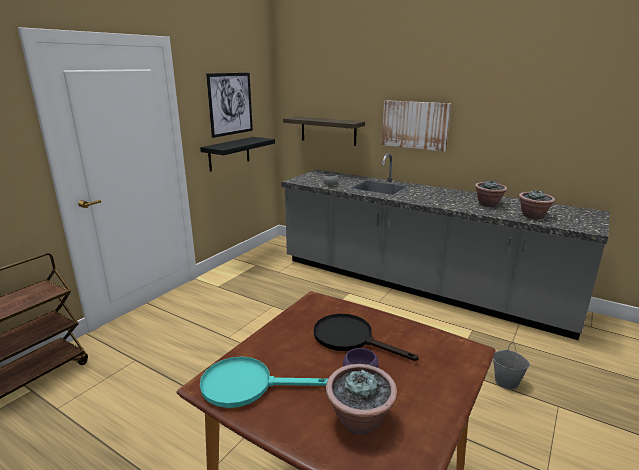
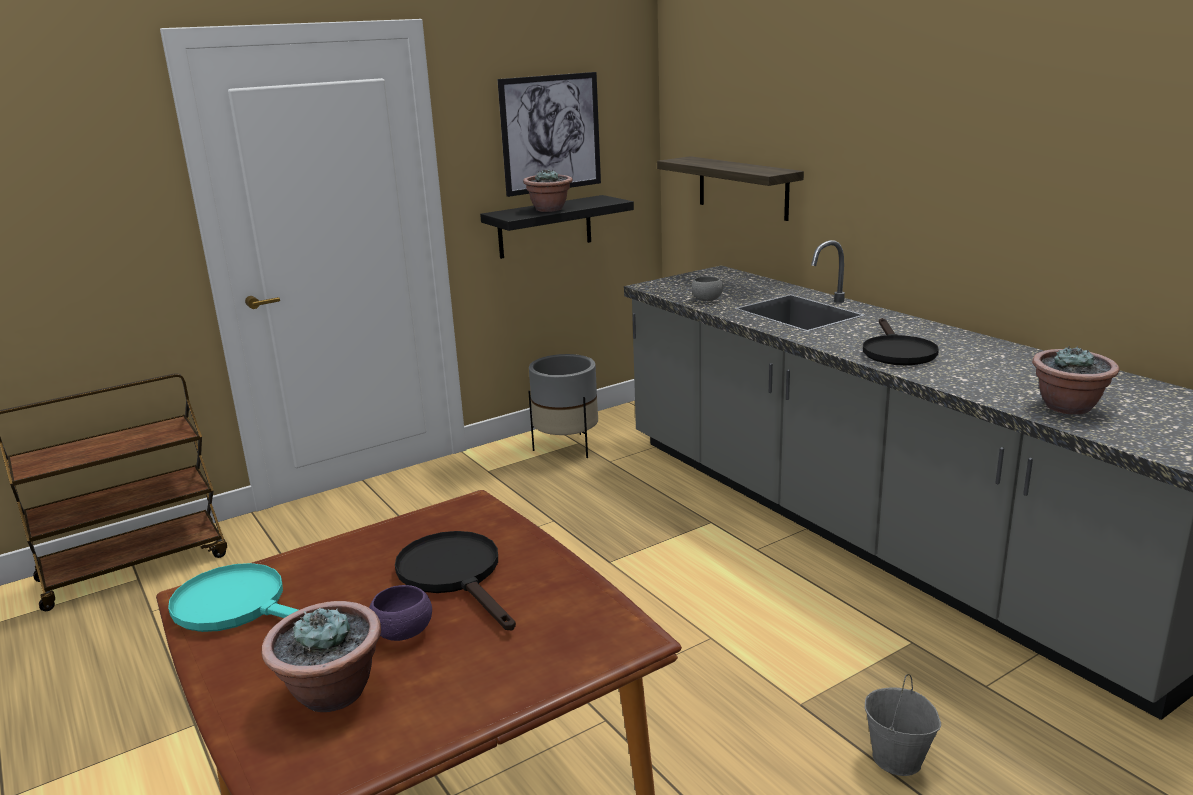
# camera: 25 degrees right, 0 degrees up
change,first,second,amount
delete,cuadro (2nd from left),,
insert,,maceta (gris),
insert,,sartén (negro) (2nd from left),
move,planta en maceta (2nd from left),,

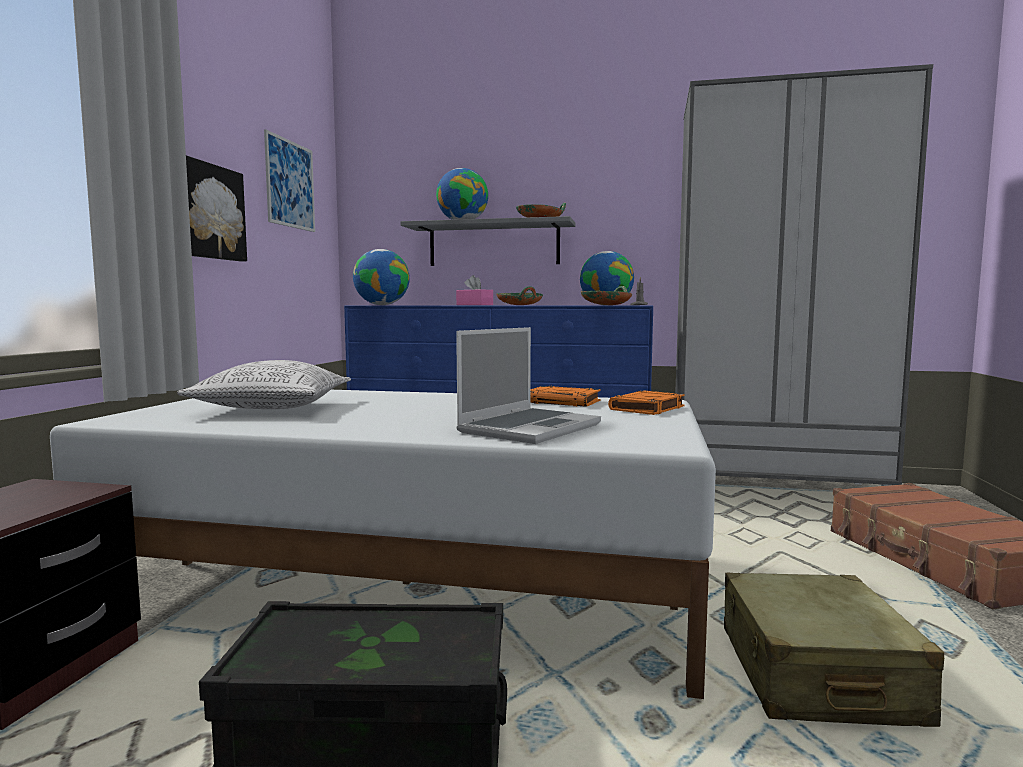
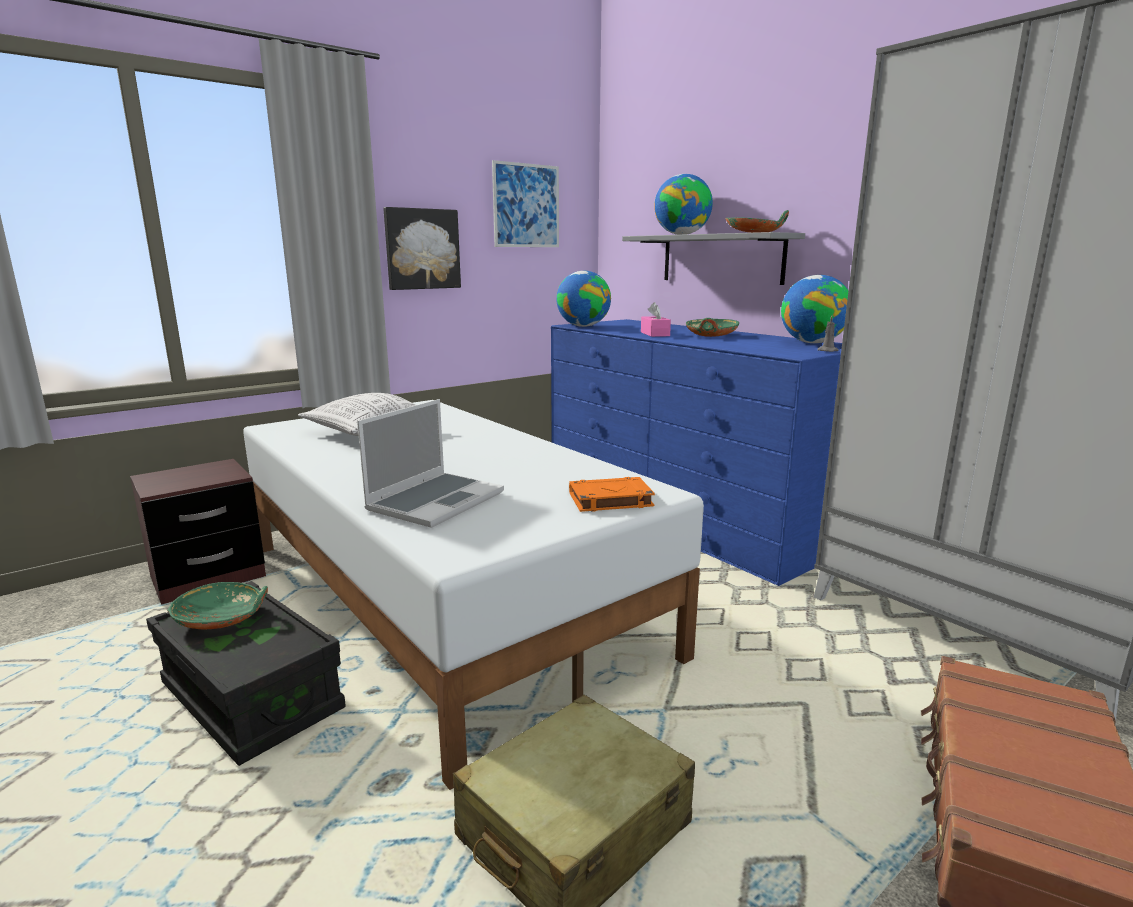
# camera: 40 degrees right, 10 degrees up
change,first,second,amount
delete,libro (naranja) (1st from left),,
move,cuenco (verde) (3rd from left in the first image),cuenco (verde) (1st from left),
rotate,portátil,,45 degrees counterclockwise

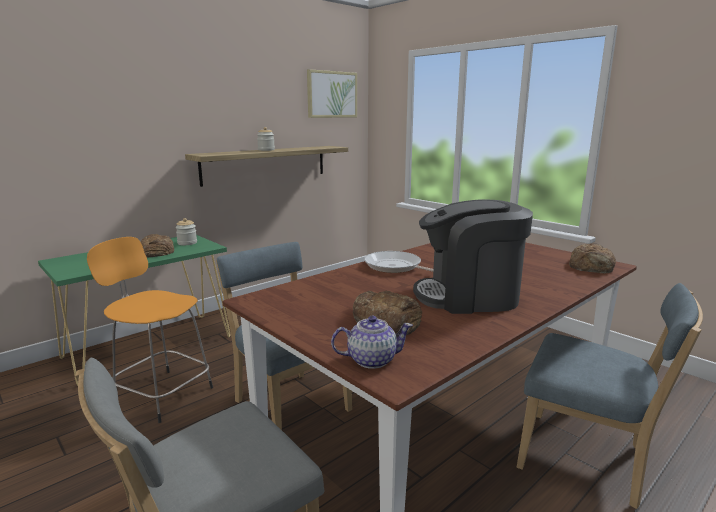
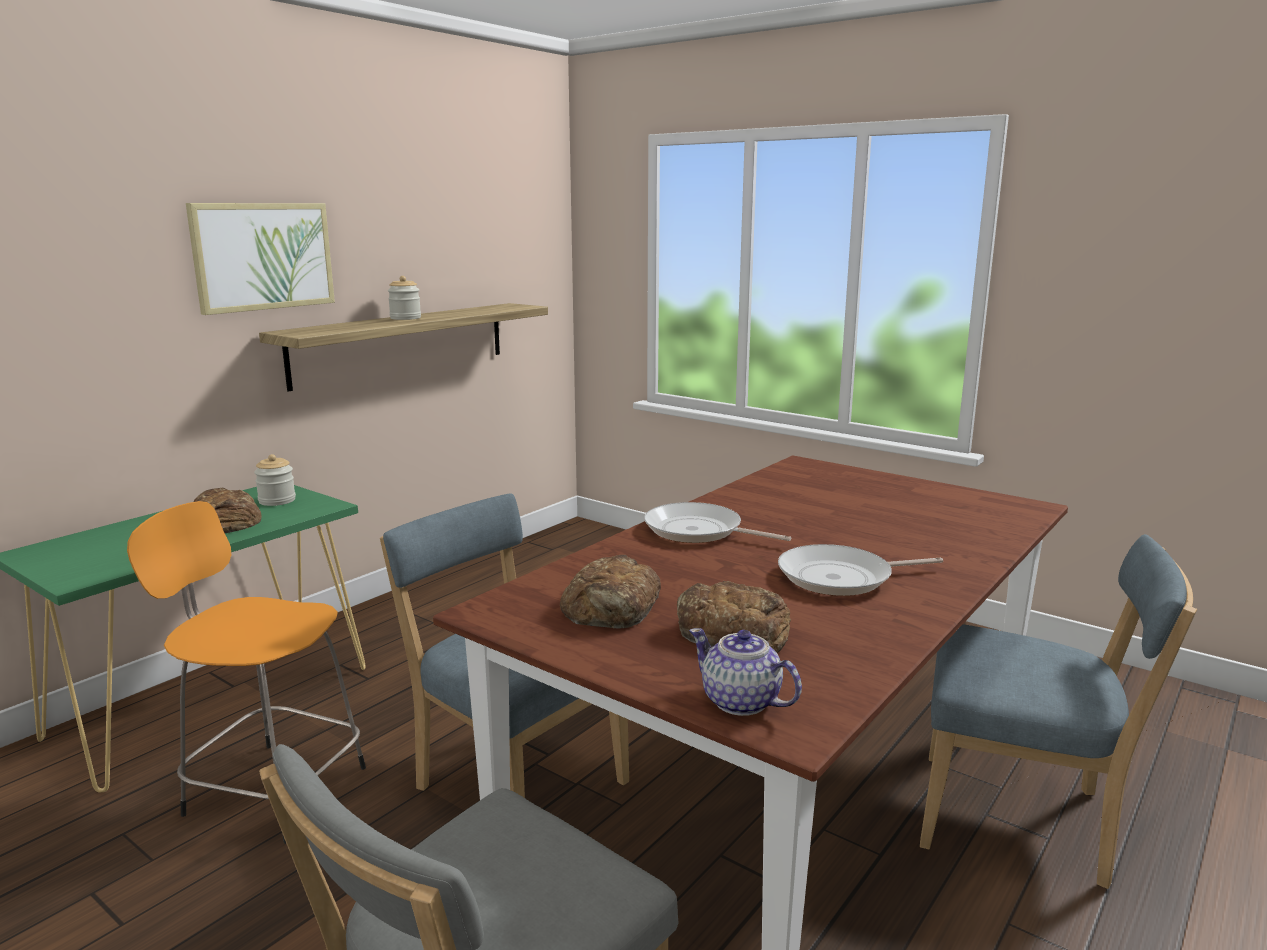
# camera: 10 degrees left, 0 degrees up
change,first,second,amount
move,cuadro,,
move,pan (3rd from left in the first image),pan (2nd from left),
replace,cafetera,sartén (2nd from left),
rotate,tetera,,120 degrees counterclockwise

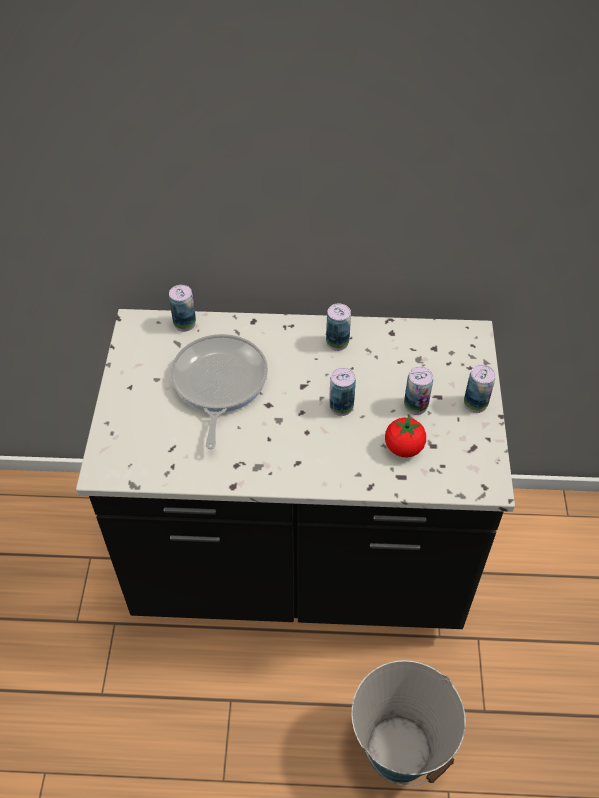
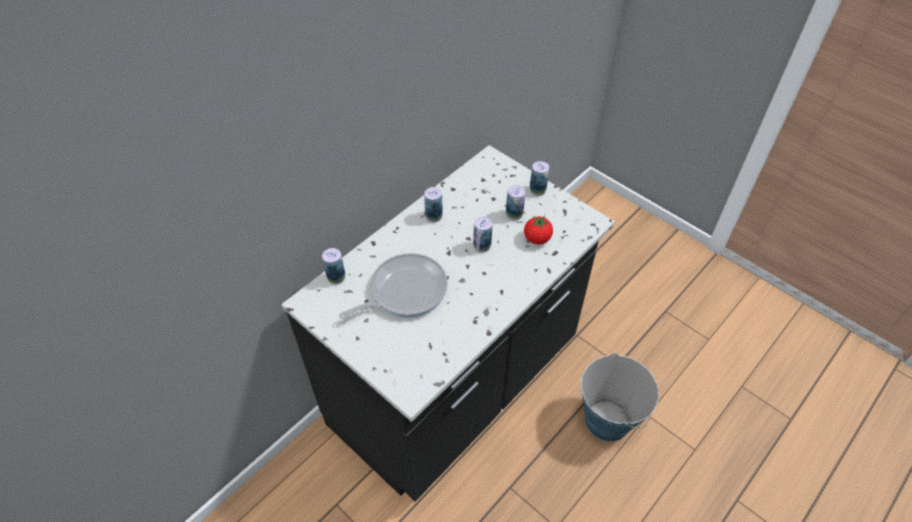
# camera: 50 degrees left, 0 degrees up
change,first,second,amount
rotate,sartén,,105 degrees clockwise

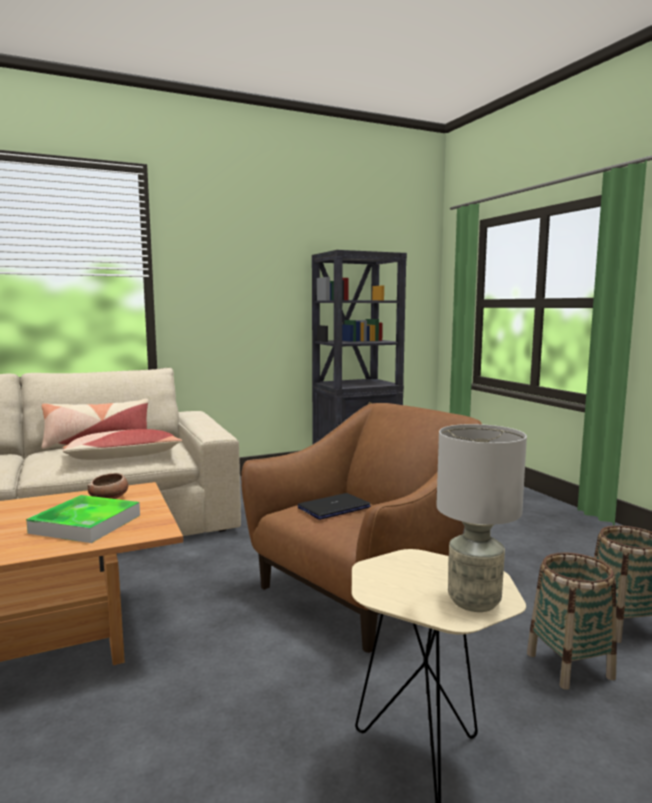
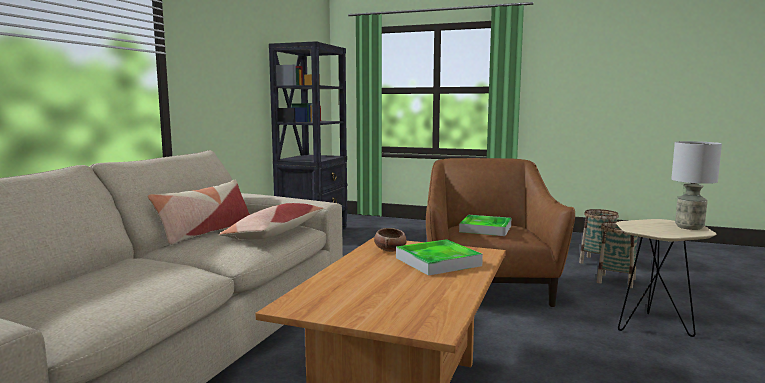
# camera: 45 degrees left, 0 degrees up
change,first,second,amount
replace,portátil,bandeja (2nd from left),

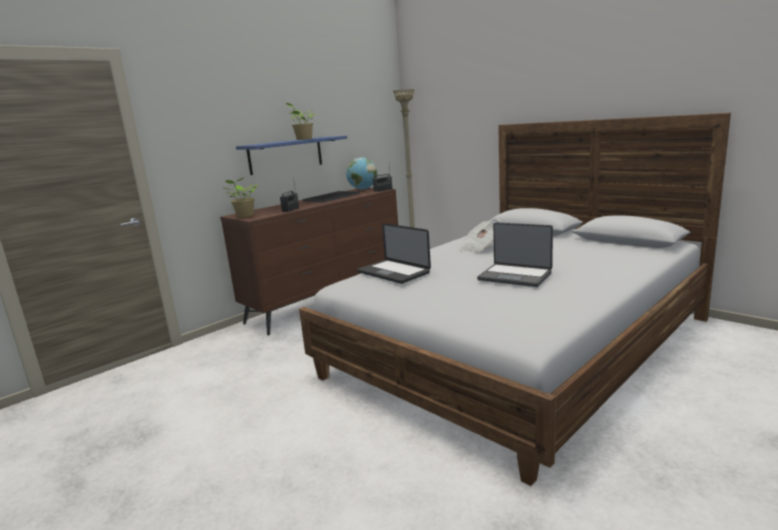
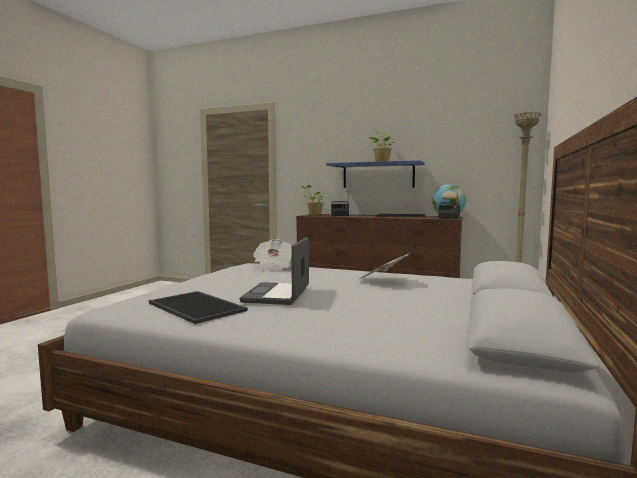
# camera: 65 degrees right, 10 degrees down
change,first,second,amount
insert,,bandeja (1st from left),
replace,portátil (1st from left),periódico (1st from left),

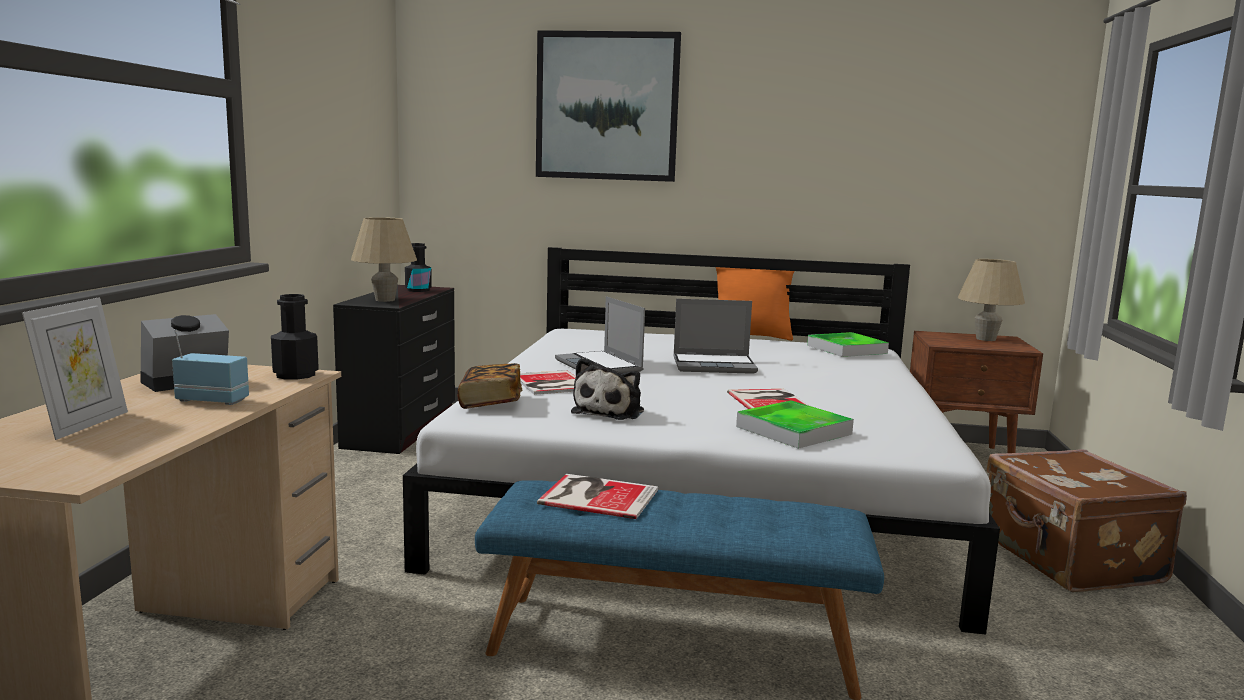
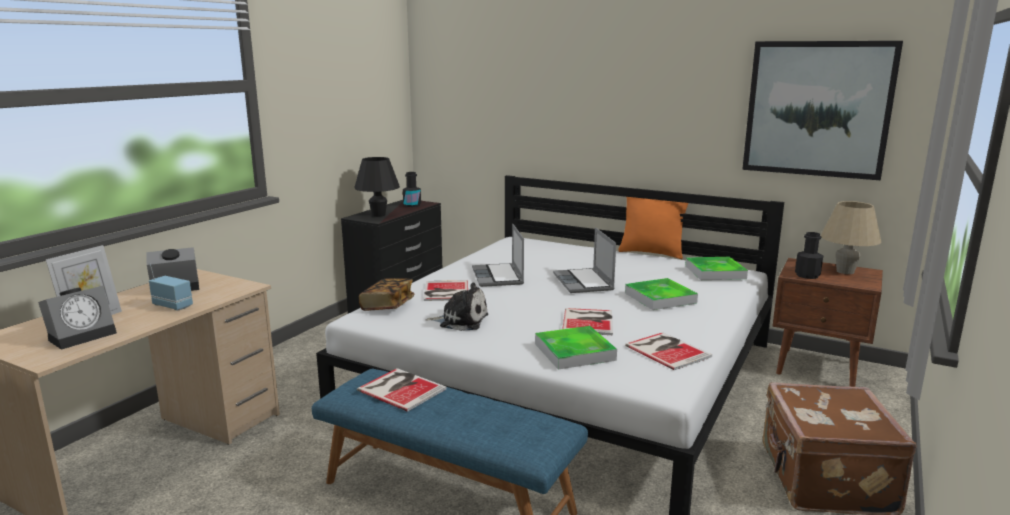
# camera: 20 degrees right, 5 degrees up
change,first,second,amount
insert,,despertador (1st from left),
insert,,bandeja (2nd from left),
insert,,libro (5th from left),
move,botella (negro) (1st from left in the first image),botella (negro) (2nd from left),
move,cuadro,,
recolor,lámpara de mesa (beis) (1st from left),lámpara de mesa (negro),
rotate,peluche,,120 degrees counterclockwise
rotate,portátil (2nd from left),,60 degrees clockwise

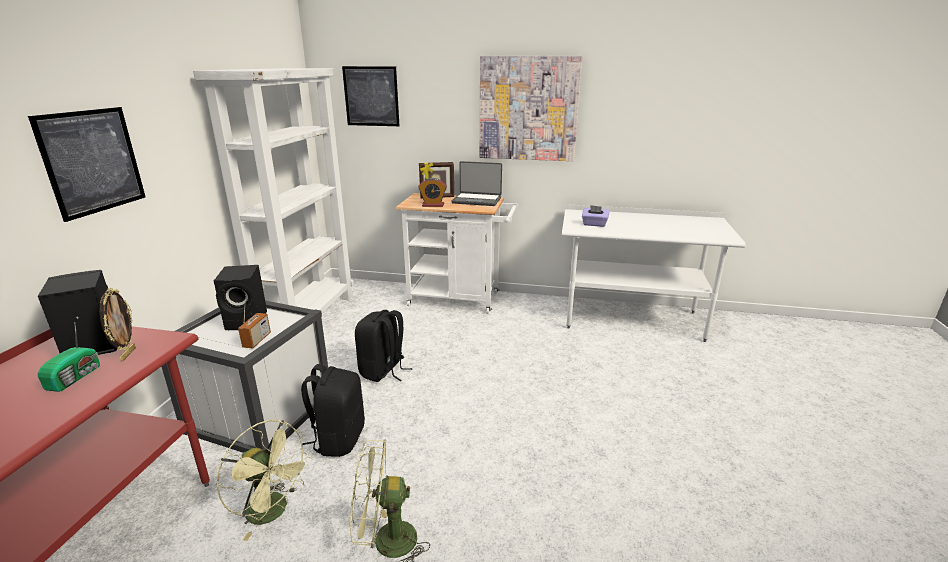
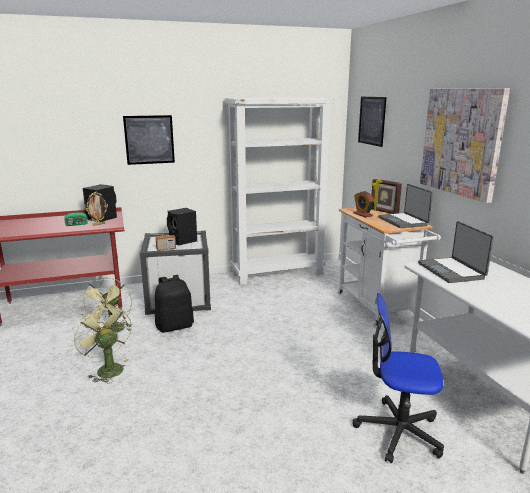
# camera: 60 degrees right, 5 degrees down
change,first,second,amount
delete,mochila (negro) (2nd from left),,
insert,,silla de oficina,
replace,caja de pañuelos (morado),portátil (2nd from left),

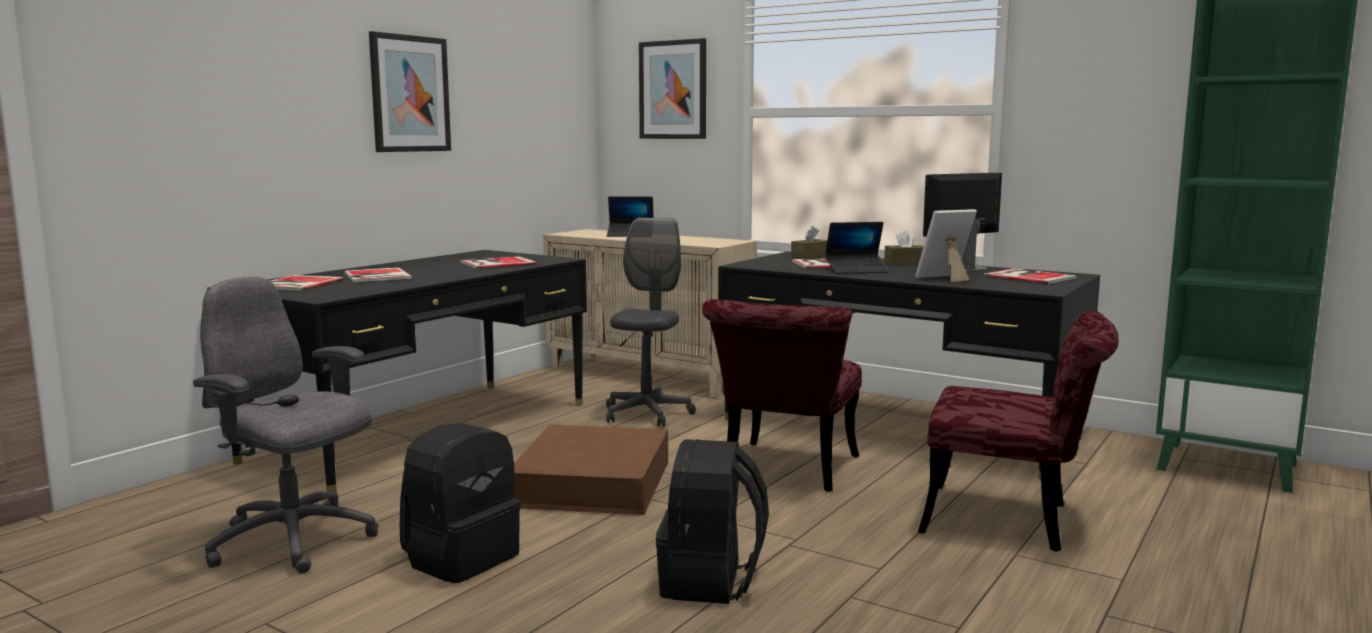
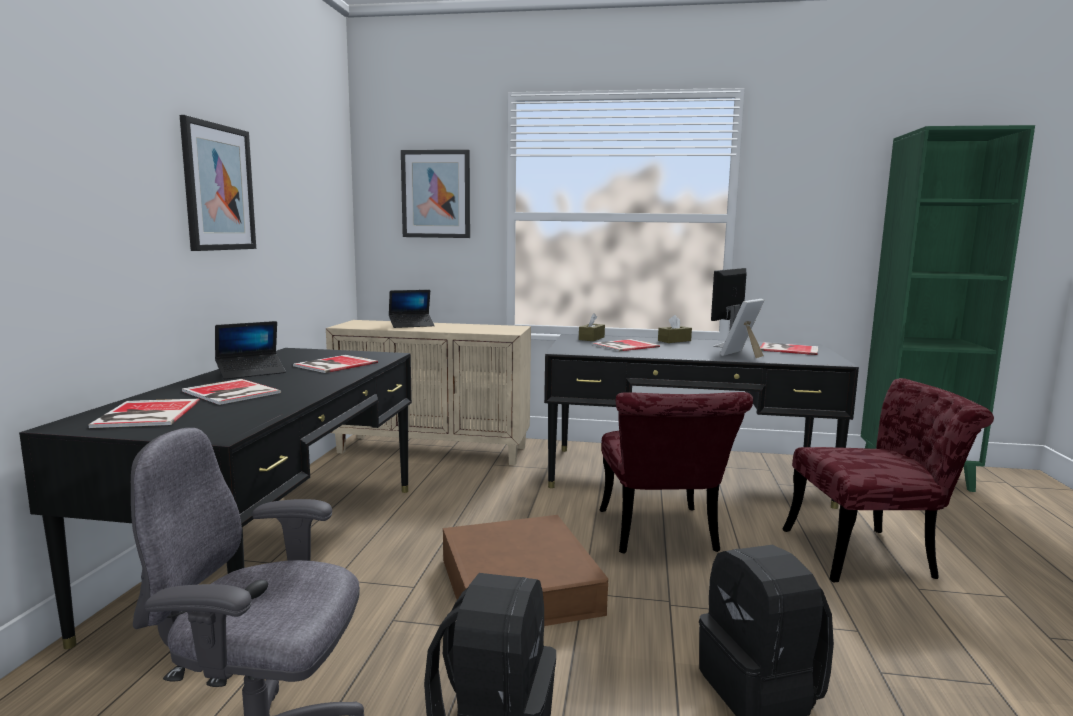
# camera: 25 degrees left, 0 degrees up
change,first,second,amount
delete,silla de oficina (gris) (2nd from left),,
move,portátil (2nd from left in the first image),portátil (1st from left),

